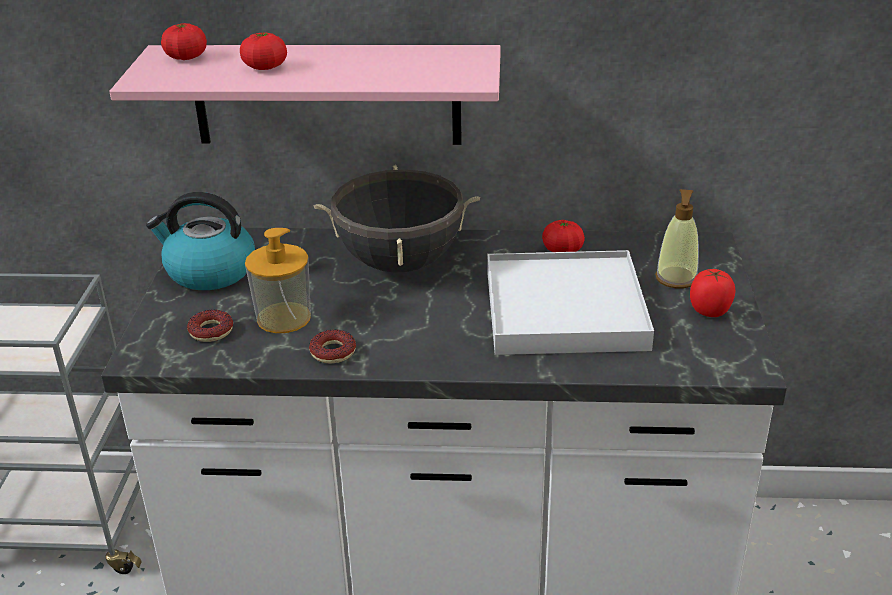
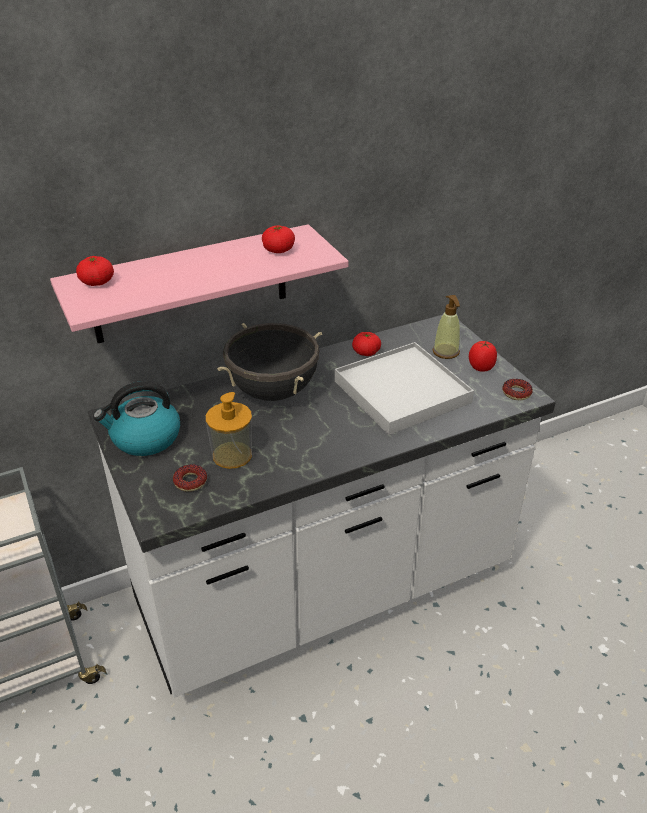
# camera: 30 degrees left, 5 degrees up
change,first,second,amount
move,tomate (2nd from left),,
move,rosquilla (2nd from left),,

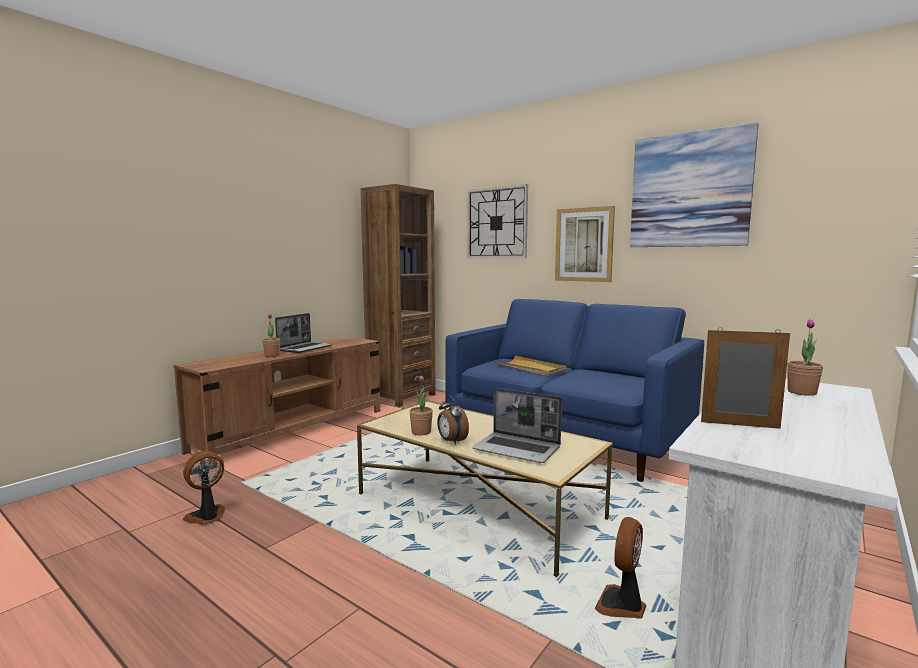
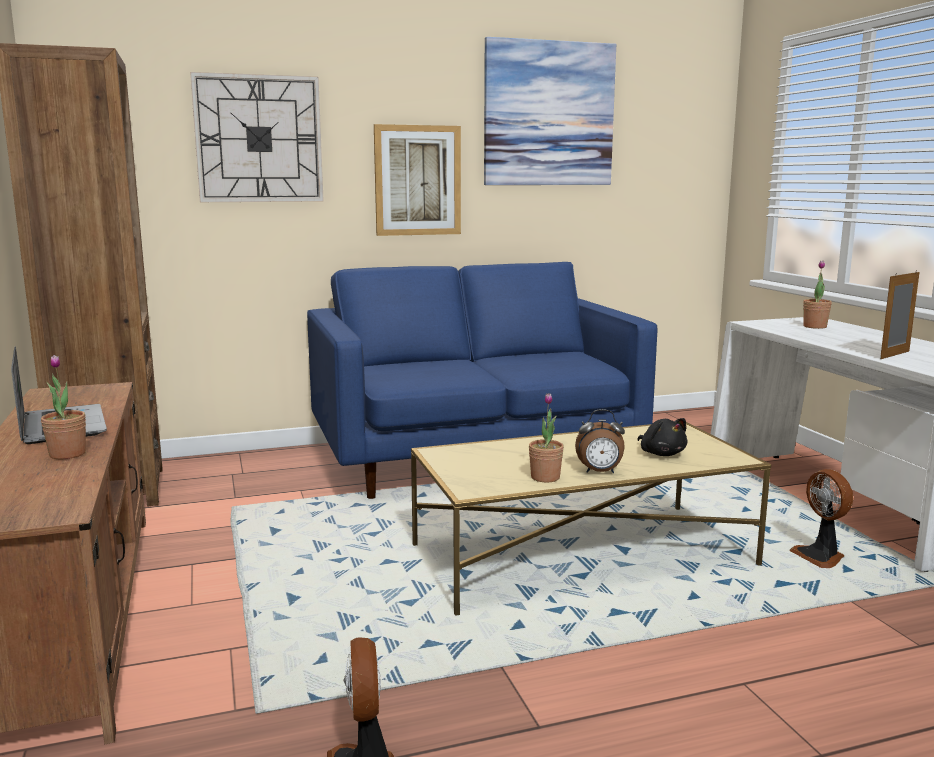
# camera: 55 degrees left, 5 degrees up
change,first,second,amount
delete,bandeja (beis),,
replace,portátil (2nd from left),peluche (negro),

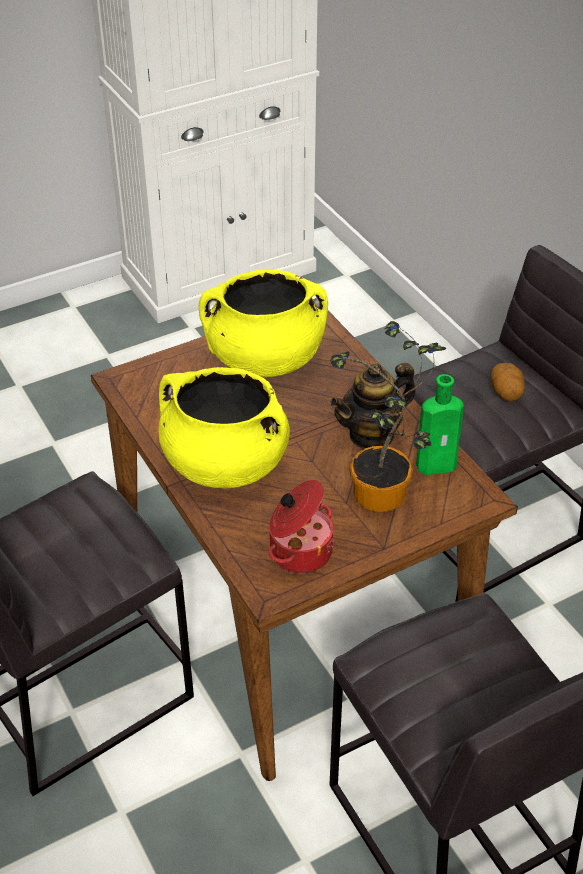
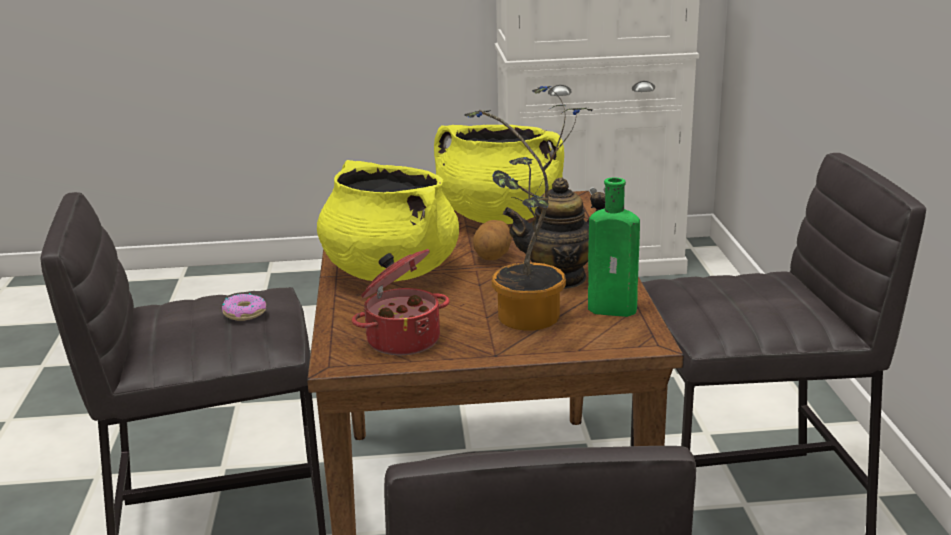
# camera: 25 degrees right, 20 degrees down
change,first,second,amount
insert,,rosquilla,
move,patata,,

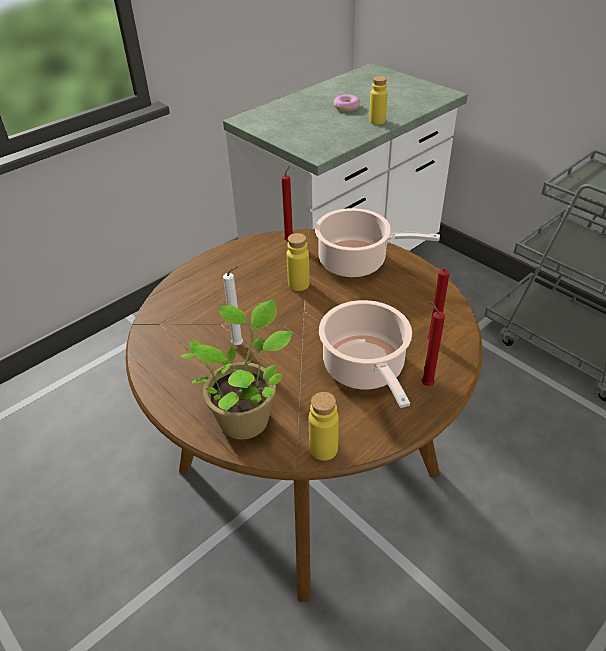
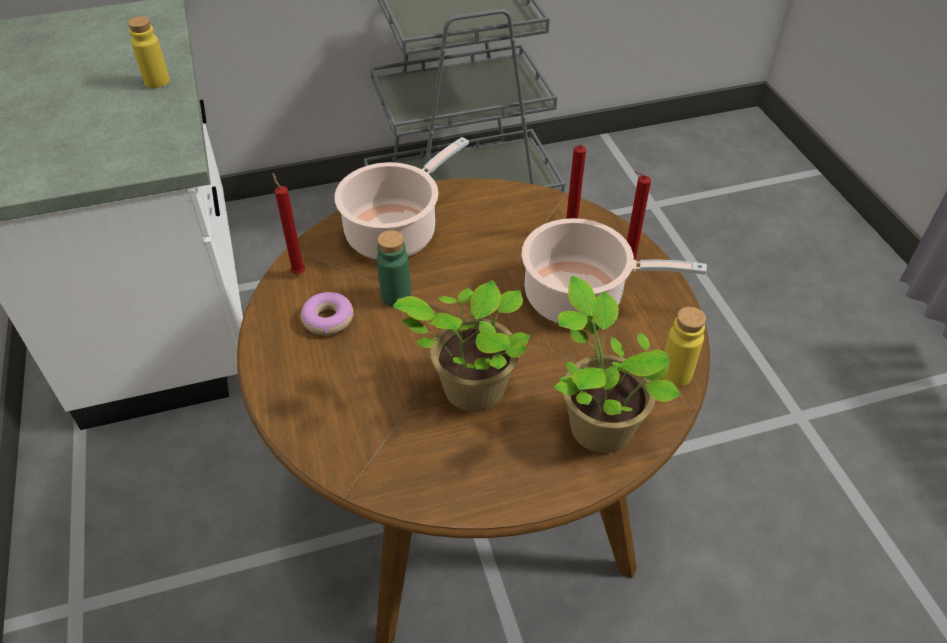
# camera: 65 degrees left, 5 degrees up
change,first,second,amount
move,rosquilla,,
replace,vela (blanco),planta en maceta (1st from left),
recolor,botella (amarillo) (1st from left),botella (verde),

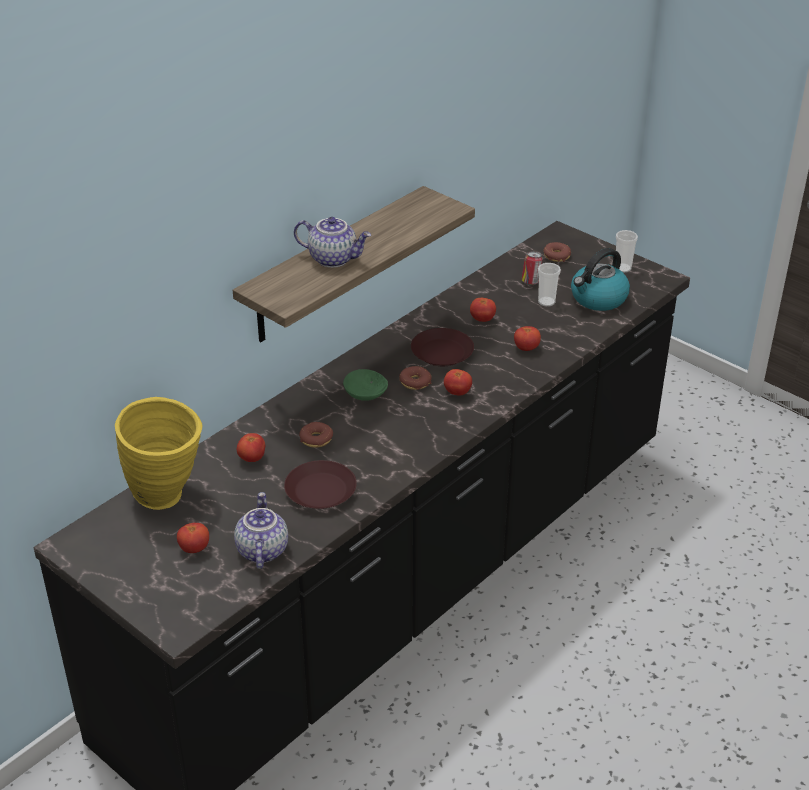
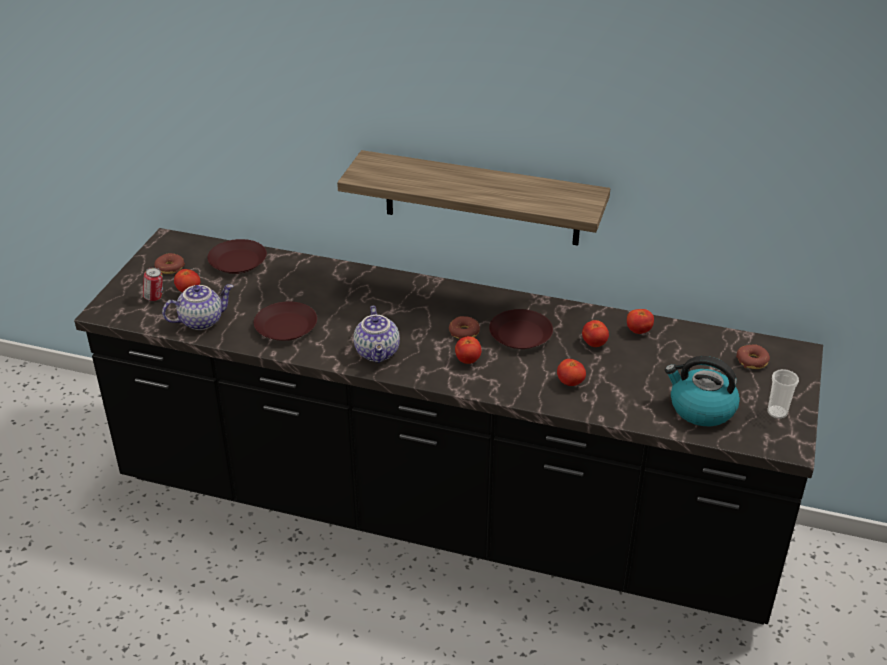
# camera: 65 degrees right, 0 degrees up
change,first,second,amount
delete,cuenco (verde),,
delete,taza (1st from left),,
move,tomate (2nd from left in the first image),tomate (5th from left),
move,tetera (2nd from left),,
move,rosquilla (1st from left),,
move,lata,,
replace,florero (amarillo),plato (marrón) (1st from left),

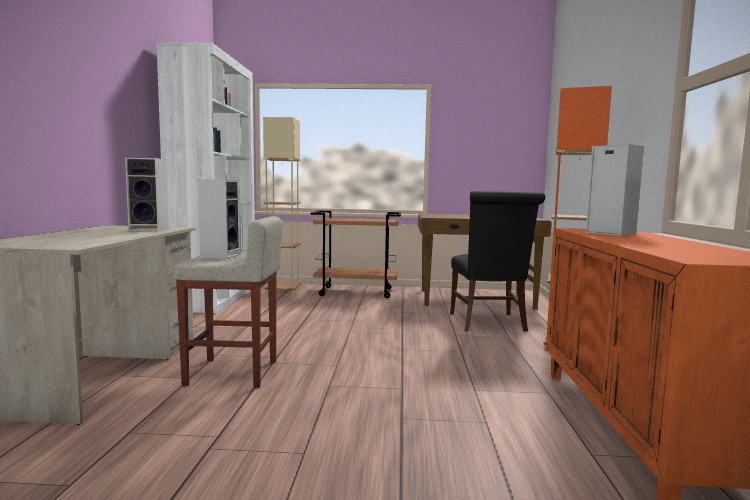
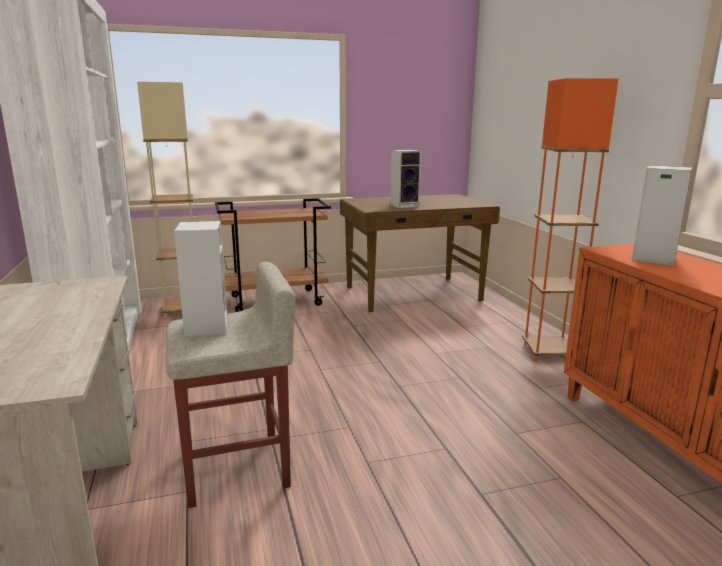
# camera: 20 degrees left, 10 degrees up
change,first,second,amount
delete,silla (negro),,
move,altavoz (1st from left in the first image),altavoz (2nd from left),

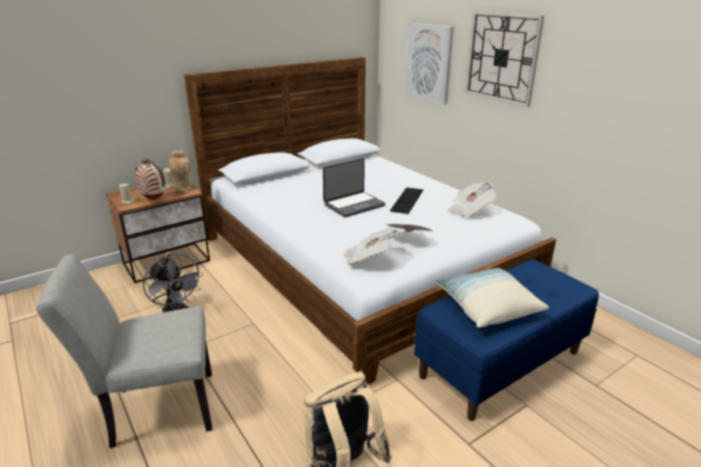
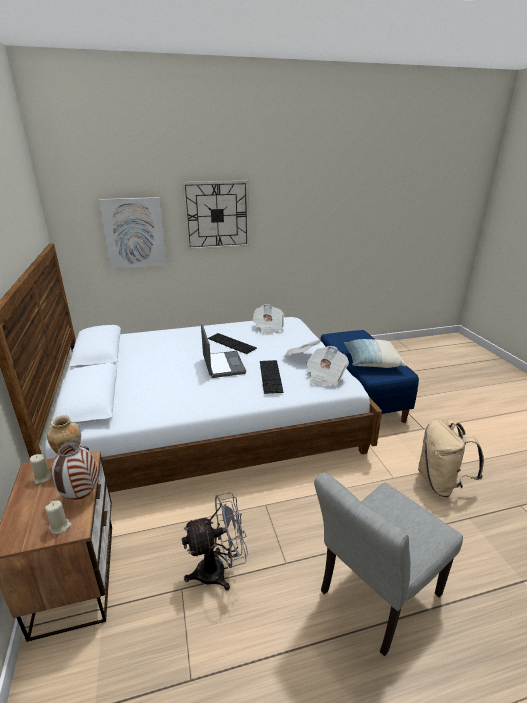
# camera: 70 degrees left, 0 degrees up
change,first,second,amount
insert,,teclado (2nd from left),
rotate,silla (gris),,45 degrees clockwise

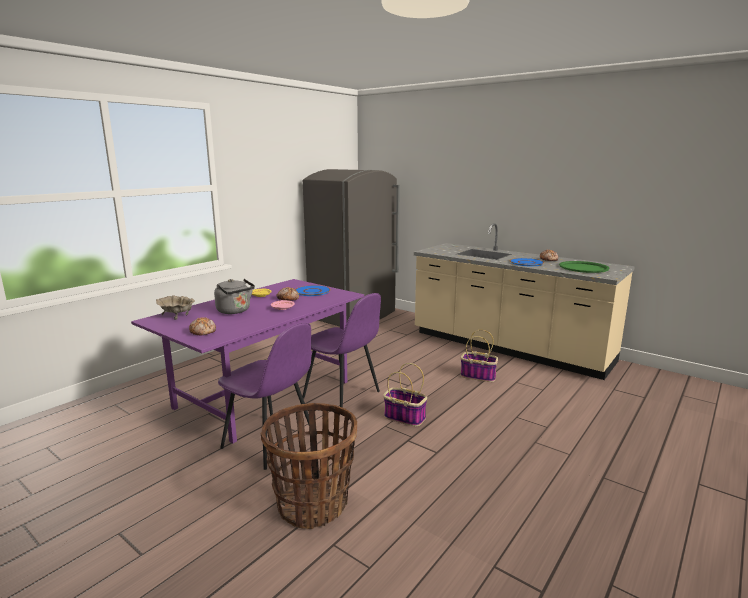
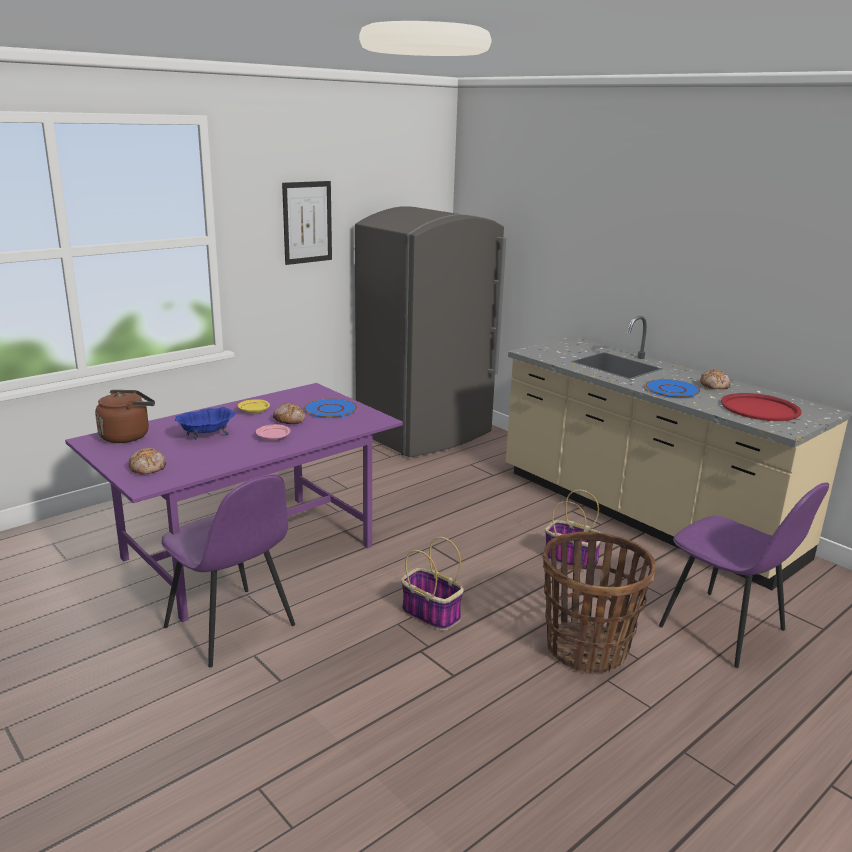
# camera: 10 degrees right, 5 degrees up
change,first,second,amount
insert,,cuadro,
move,cesta (1st from left in the first image),cesta (3rd from left),
move,silla (morado) (2nd from left),,
replace,cuenco (beis),hervidor (marrón),
replace,hervidor (gris),cuenco (azul),
recolor,bandeja (verde),bandeja (rojo),

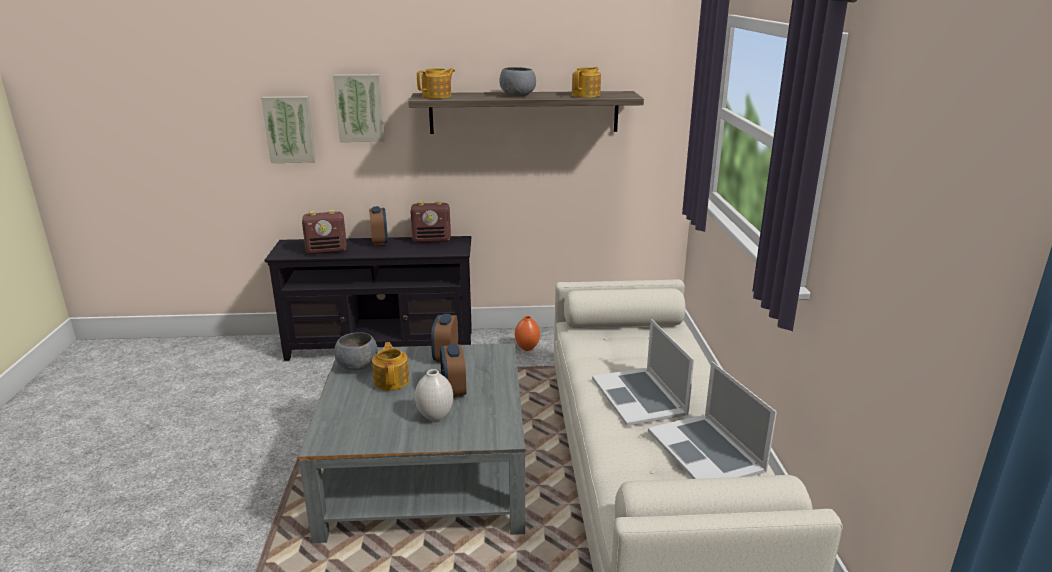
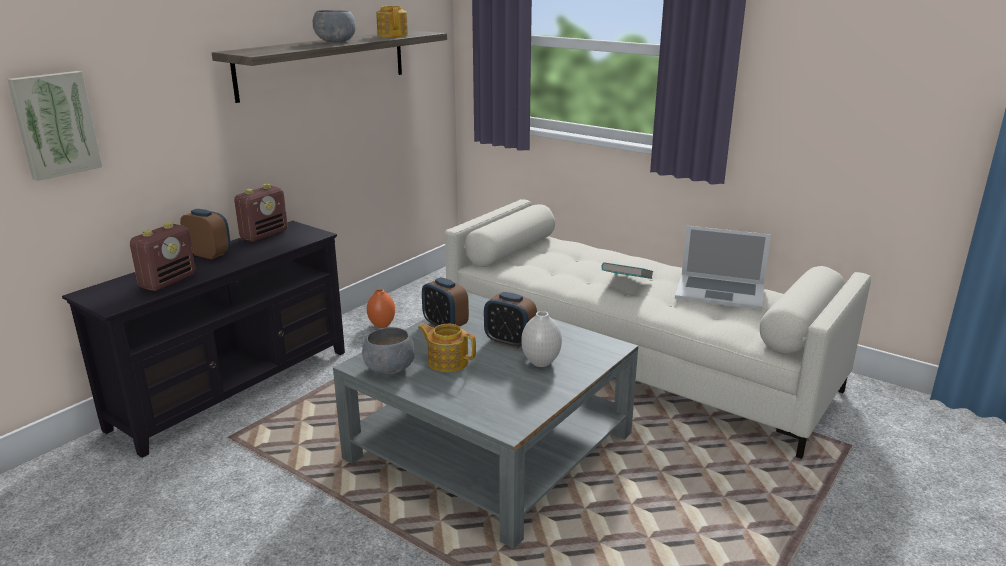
# camera: 50 degrees left, 0 degrees up
change,first,second,amount
delete,cuadro (2nd from left),,
delete,tetera (2nd from left),,
replace,portátil (1st from left),libro (turquesa),

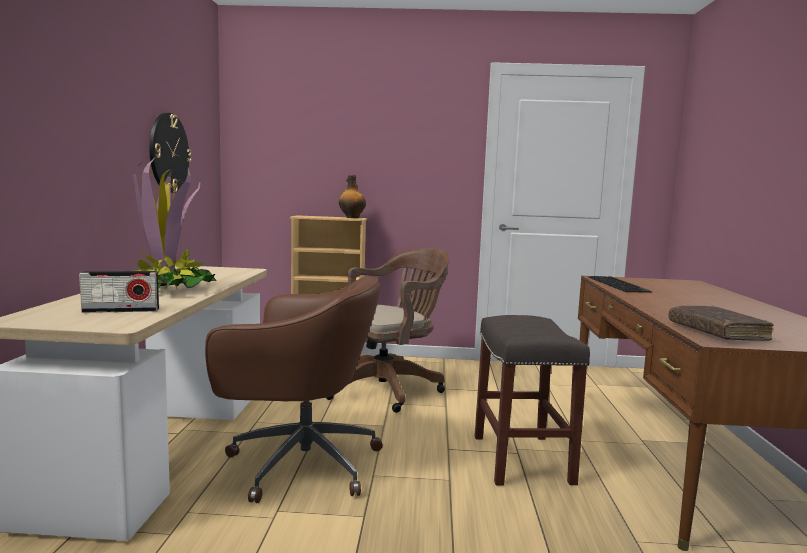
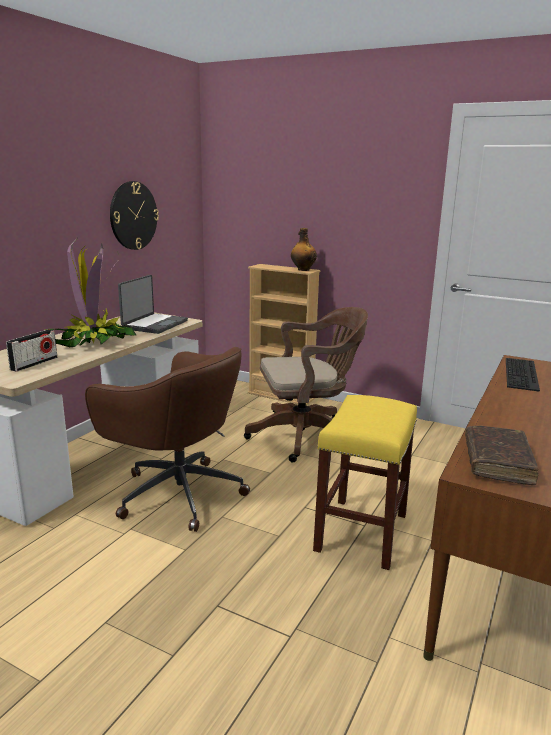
# camera: 25 degrees right, 10 degrees up
change,first,second,amount
insert,,portátil,
recolor,taburete (gris),taburete (amarillo),
rotate,radio,,75 degrees counterclockwise

